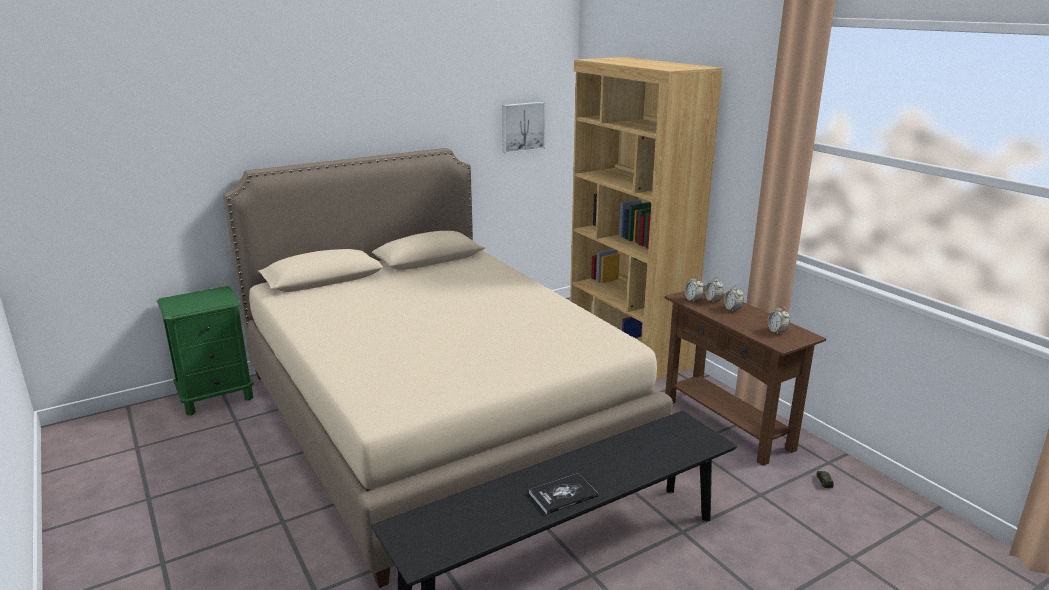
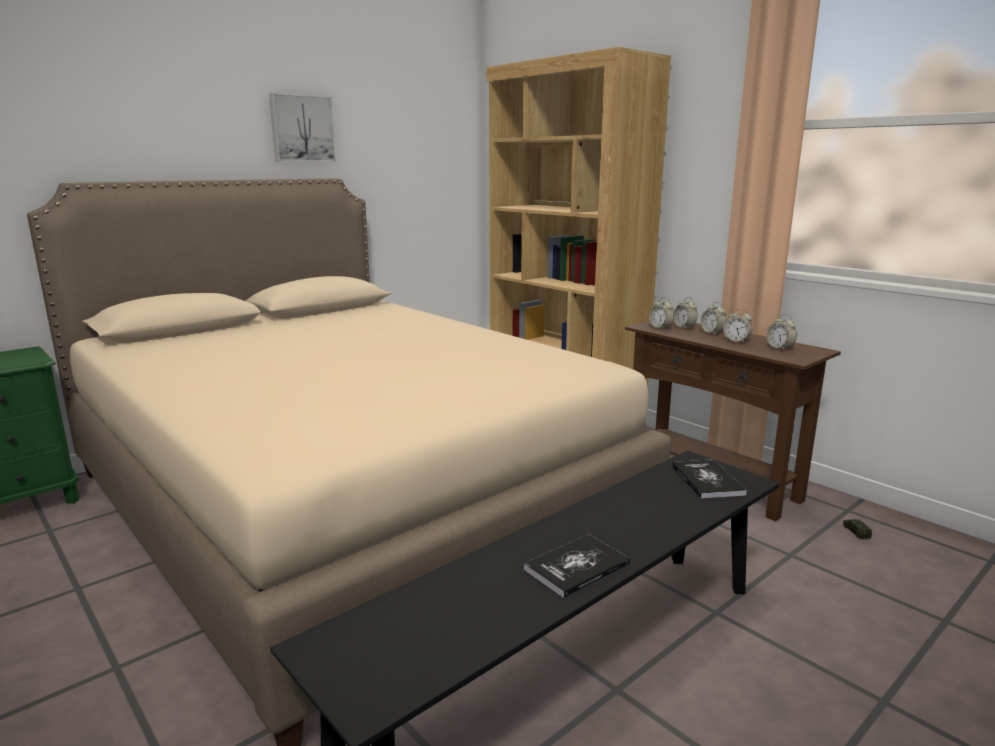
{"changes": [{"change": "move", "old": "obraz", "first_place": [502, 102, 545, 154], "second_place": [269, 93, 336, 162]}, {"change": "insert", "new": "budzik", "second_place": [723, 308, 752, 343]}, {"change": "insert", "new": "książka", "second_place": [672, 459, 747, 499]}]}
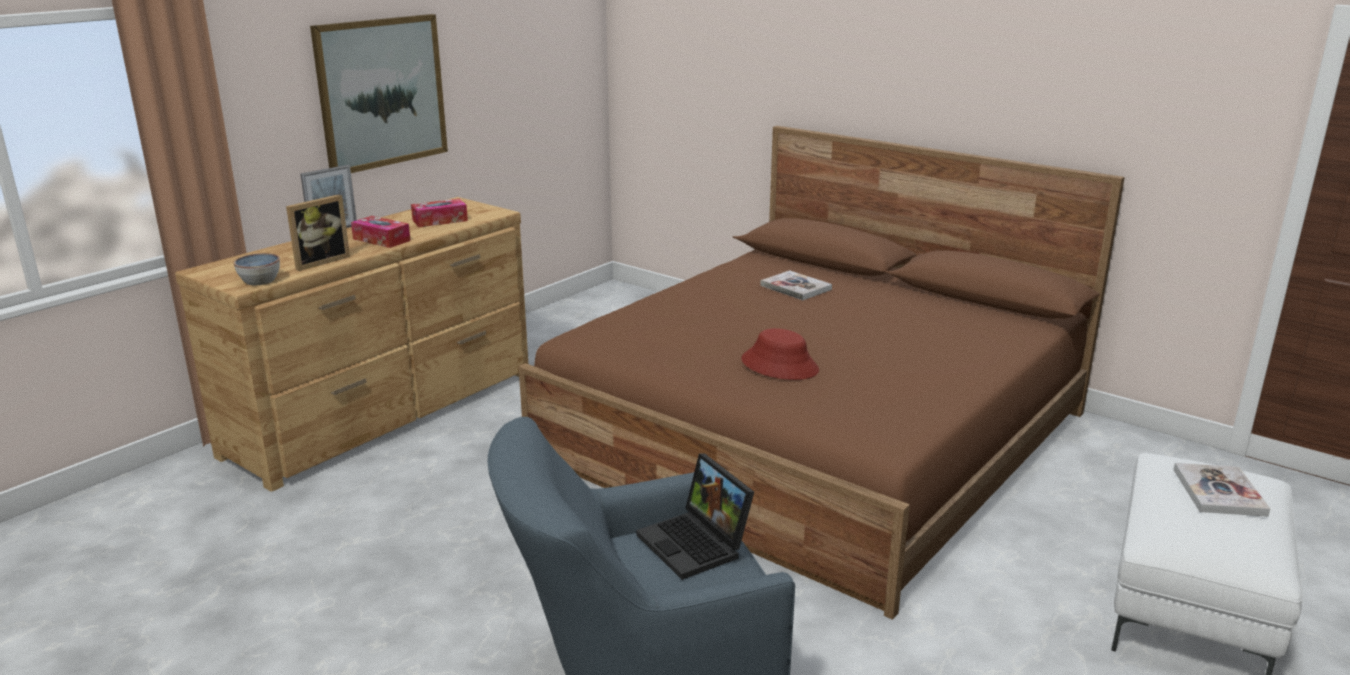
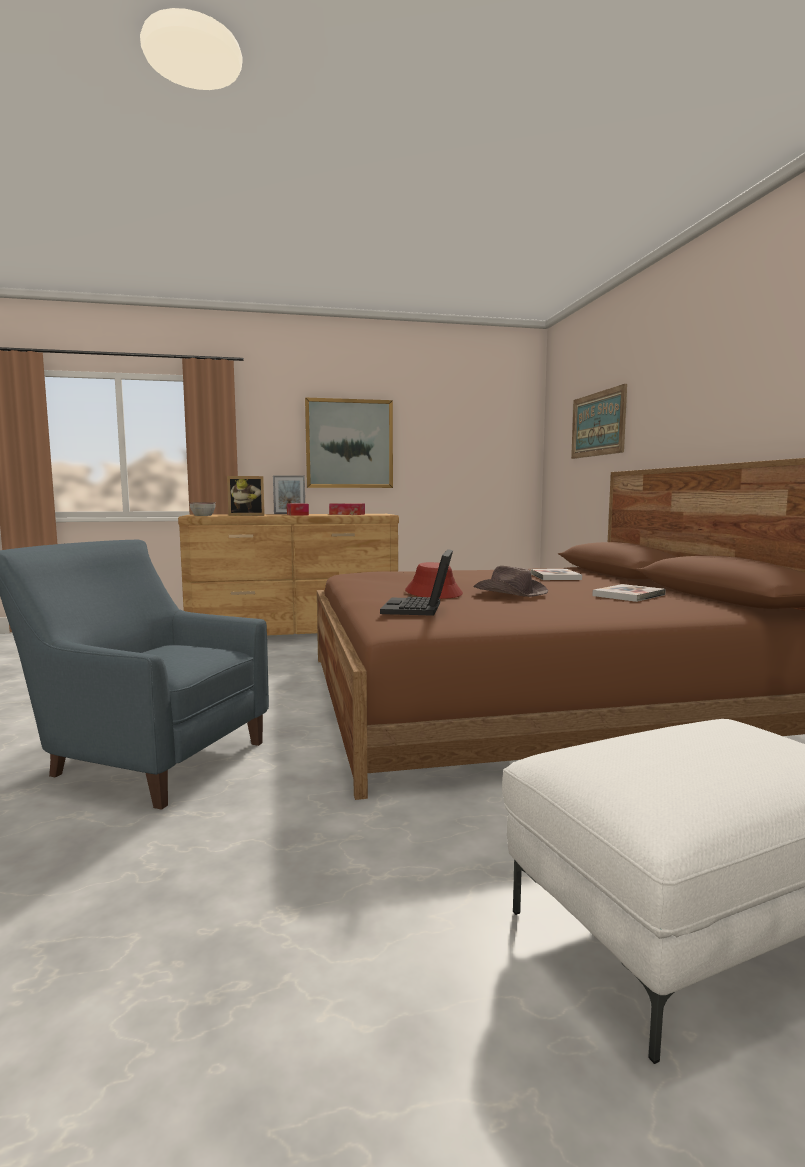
{"changes": [{"change": "move", "old": "laptop", "first_place": [636, 453, 754, 580], "second_place": [380, 549, 453, 616]}, {"change": "move", "old": "książka", "first_place": [1173, 463, 1270, 517], "second_place": [593, 584, 666, 602]}, {"change": "insert", "new": "obraz", "second_place": [571, 384, 627, 459]}, {"change": "insert", "new": "kapelusz/brązowy", "second_place": [473, 566, 548, 597]}]}
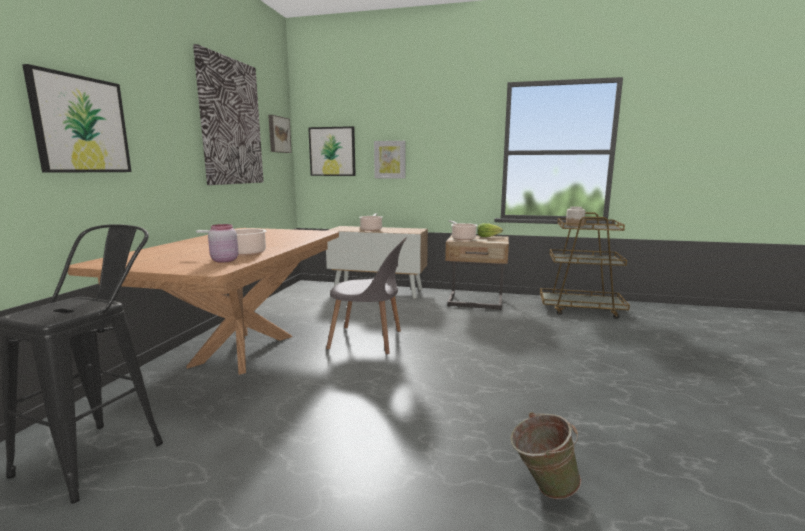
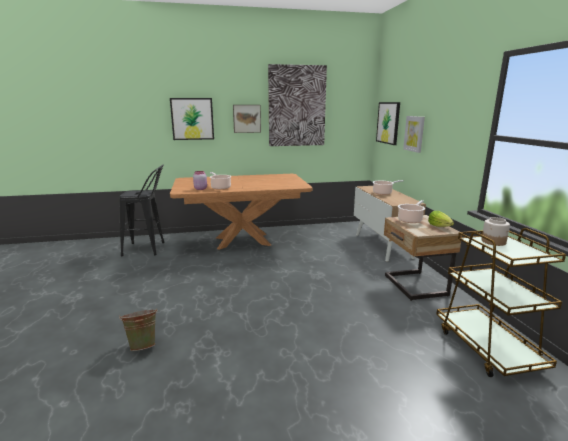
{"changes": [{"change": "move", "old": "obraz", "first_place": [268, 115, 292, 153], "second_place": [233, 105, 261, 133]}, {"change": "delete", "old": "krzesło/szary", "first_place": [326, 237, 406, 355]}]}
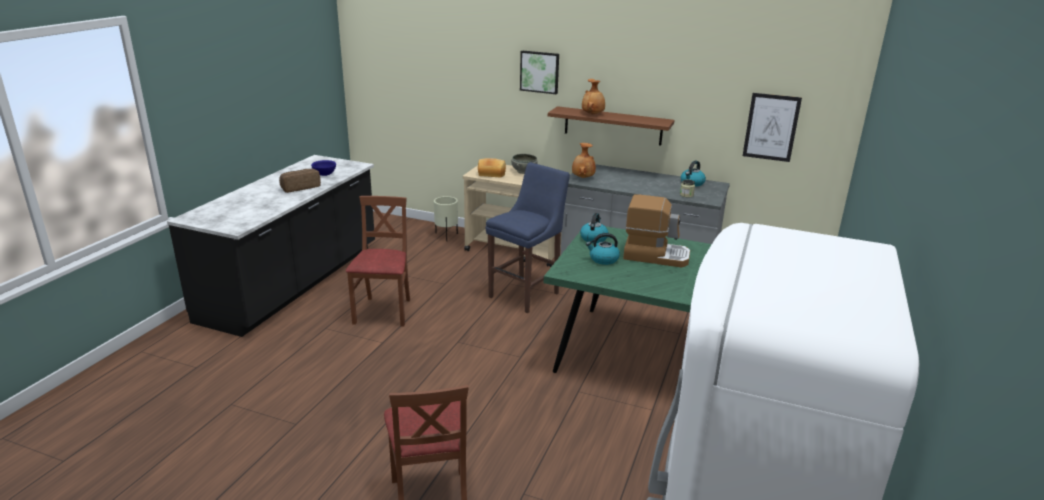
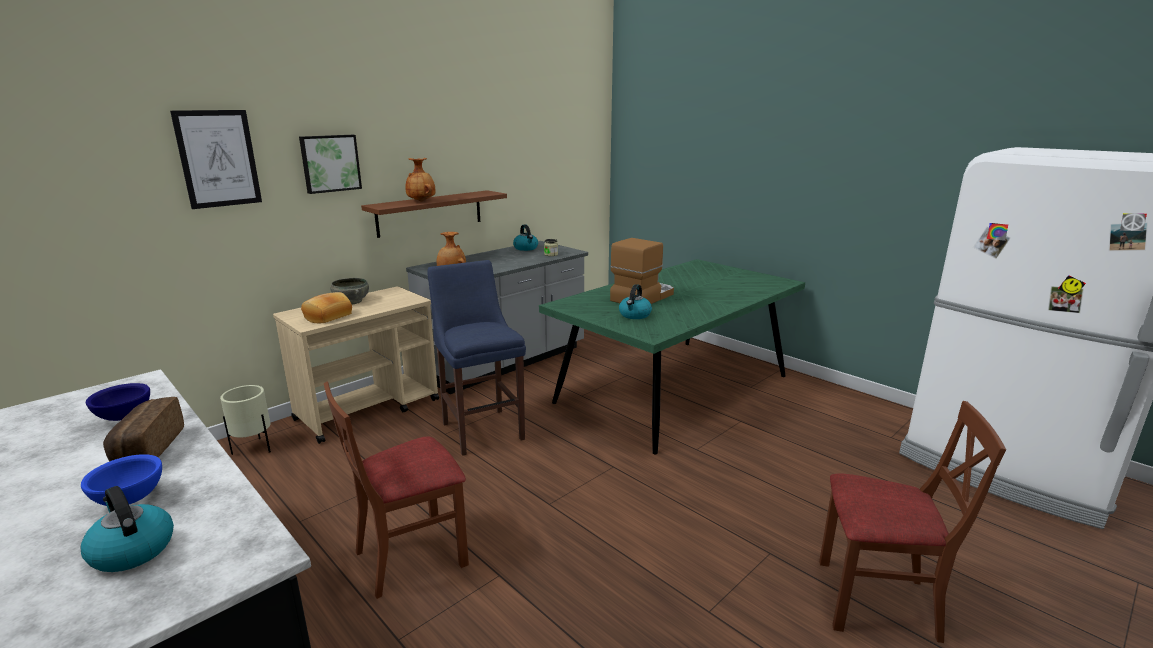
{"changes": [{"change": "move", "old": "obraz", "first_place": [743, 93, 802, 162], "second_place": [170, 110, 262, 209]}, {"change": "rotate", "old": "krzesło/brązowy", "first_place": [346, 196, 410, 327], "second_place": [324, 382, 469, 599], "degrees": -60}, {"change": "move", "old": "czajnik", "first_place": [580, 213, 608, 243], "second_place": [81, 486, 174, 572]}, {"change": "insert", "new": "miska/niebieski", "second_place": [81, 454, 162, 506]}]}
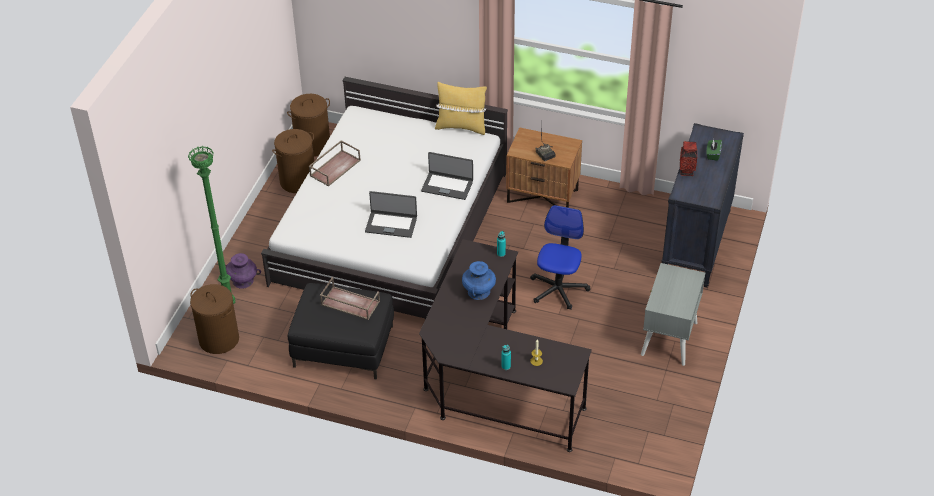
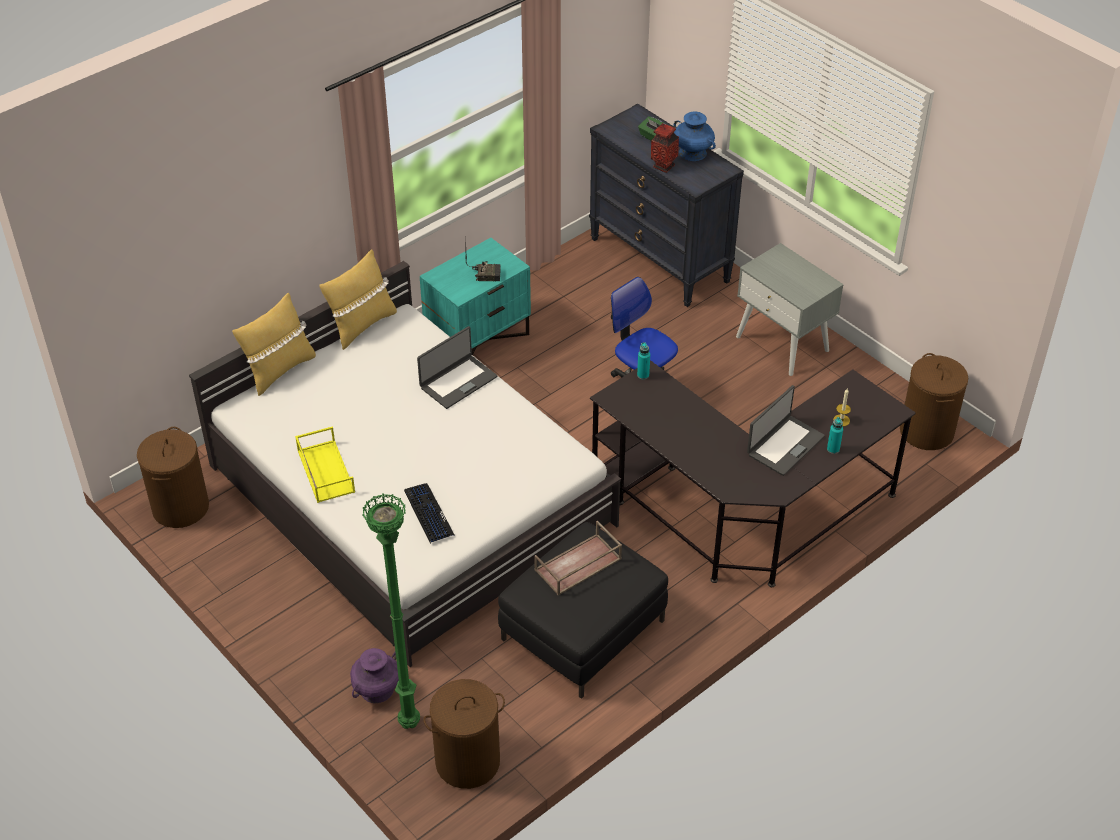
{"changes": [{"change": "recolor", "old": "szafka nocna/brązowy", "new": "szafka nocna/turkusowy", "first_place": [506, 127, 582, 208], "second_place": [420, 238, 531, 355]}, {"change": "move", "old": "kosz na pranie/brązowy", "first_place": [272, 129, 314, 193], "second_place": [900, 353, 968, 450]}, {"change": "recolor", "old": "taca/brązowy", "new": "taca/żółty", "first_place": [309, 140, 361, 187], "second_place": [295, 426, 355, 503]}, {"change": "move", "old": "laptop", "first_place": [365, 191, 417, 238], "second_place": [747, 385, 825, 476]}, {"change": "move", "old": "wazon/niebieski", "first_place": [462, 261, 496, 300], "second_place": [673, 111, 716, 161]}, {"change": "insert", "new": "poduszka/żółty", "second_place": [232, 293, 316, 396]}, {"change": "insert", "new": "klawiatura", "second_place": [404, 483, 454, 543]}]}
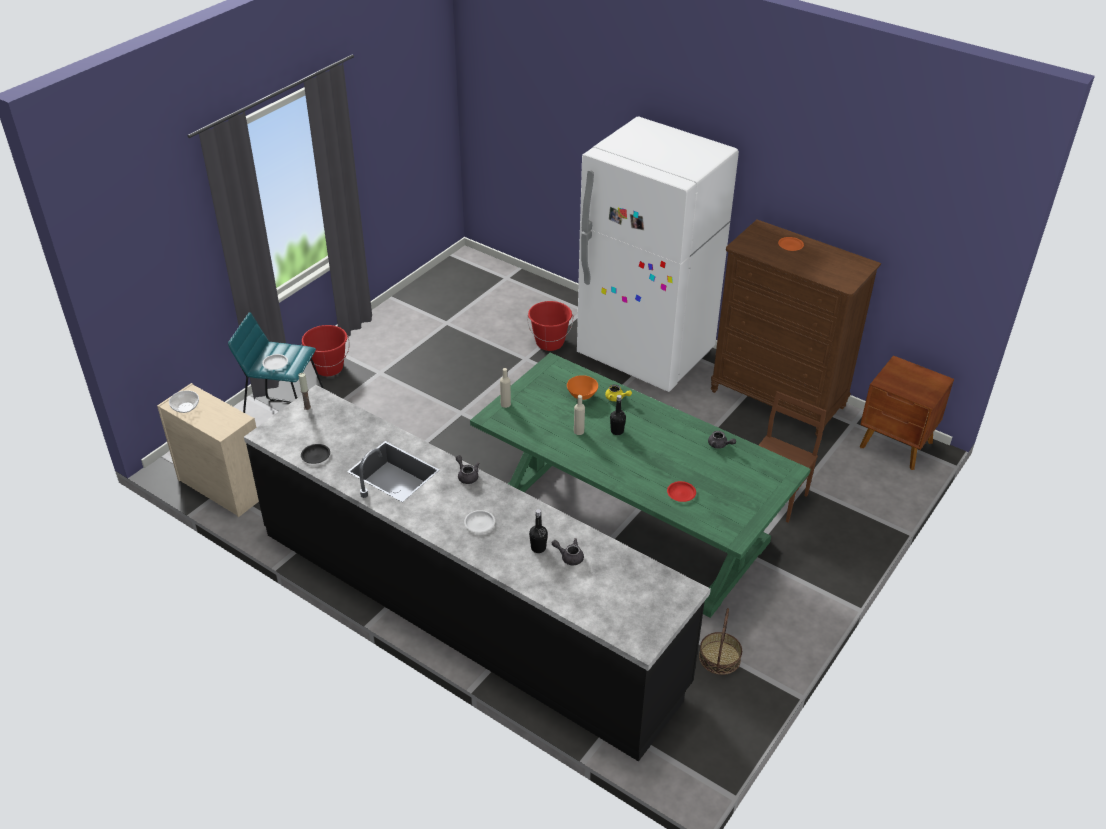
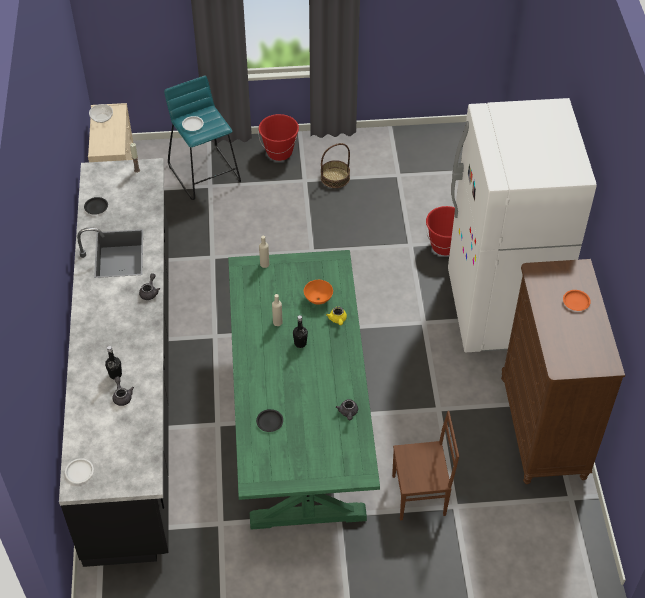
{"changes": [{"change": "delete", "old": "szafka nocna/brązowy", "first_place": [860, 355, 954, 470]}, {"change": "recolor", "old": "talerz/czerwony", "new": "talerz/czarny", "first_place": [667, 481, 696, 502], "second_place": [256, 409, 283, 432]}, {"change": "move", "old": "talerz/biały", "first_place": [464, 510, 495, 533], "second_place": [65, 458, 94, 483]}, {"change": "move", "old": "koszyk", "first_place": [699, 608, 742, 675], "second_place": [321, 143, 350, 188]}]}
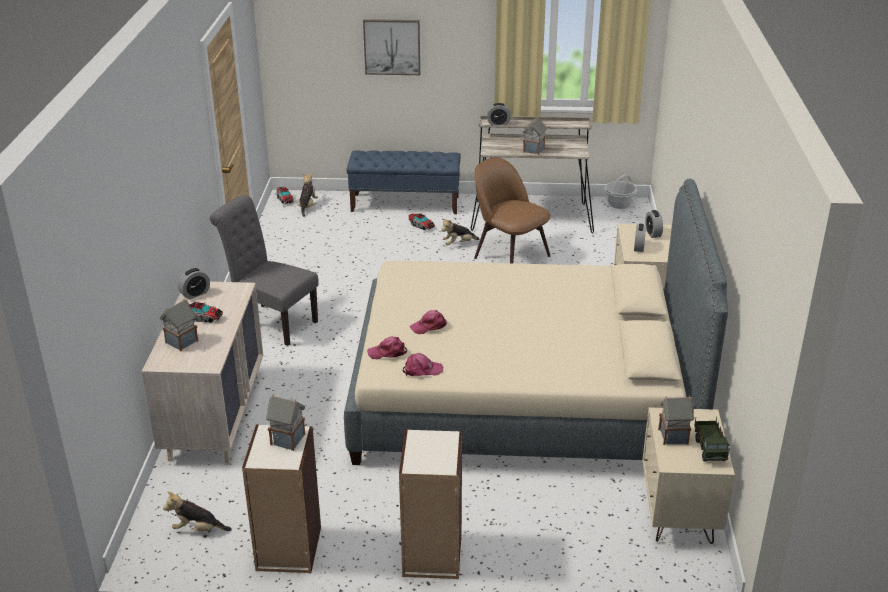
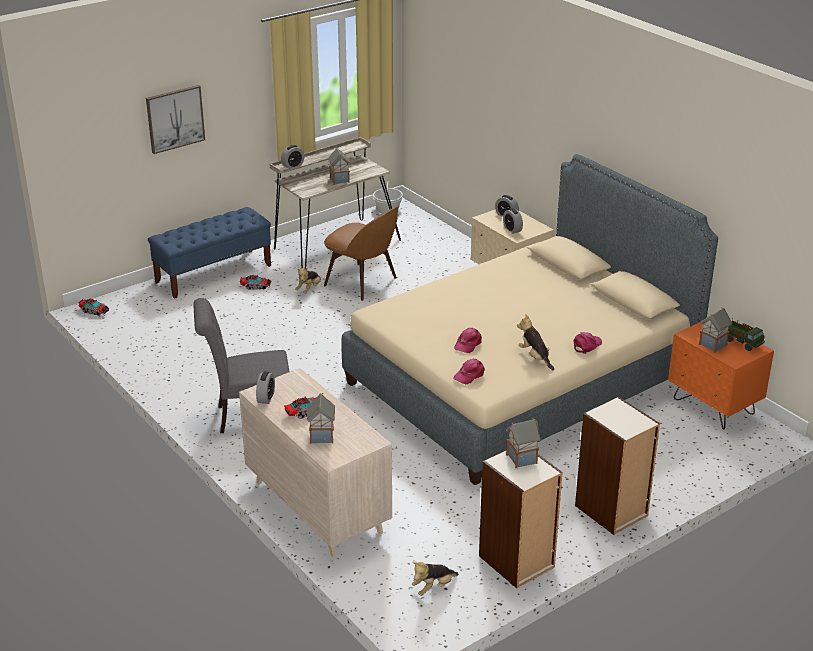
{"changes": [{"change": "rotate", "old": "krzesło/brązowy", "first_place": [474, 157, 551, 263], "second_place": [324, 206, 399, 301], "degrees": -150}, {"change": "move", "old": "pluszak", "first_place": [298, 173, 318, 217], "second_place": [517, 314, 555, 370]}, {"change": "move", "old": "czapka z daszkiem/różowy", "first_place": [403, 353, 443, 377], "second_place": [574, 332, 602, 354]}, {"change": "recolor", "old": "szafka nocna/beżowy", "new": "szafka nocna/pomarańczowy", "first_place": [642, 407, 735, 544], "second_place": [668, 322, 774, 430]}]}
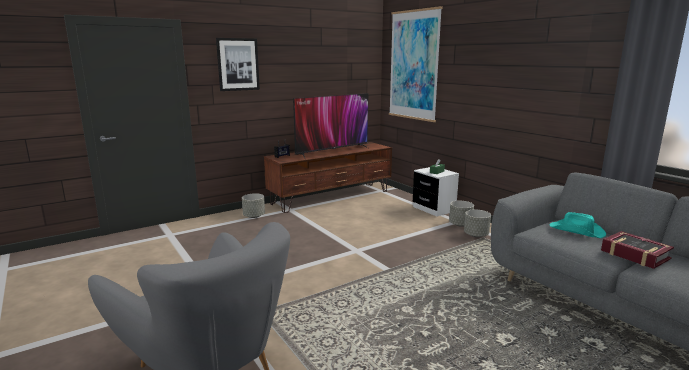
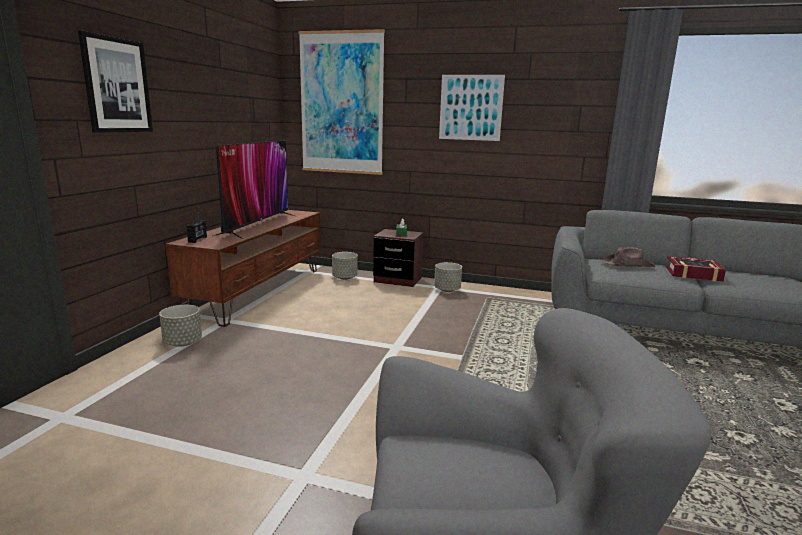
{"changes": [{"change": "recolor", "old": "szafka nocna/biały", "new": "szafka nocna/brązowy", "first_place": [413, 167, 459, 216], "second_place": [373, 229, 423, 287]}, {"change": "move", "old": "donica/szary", "first_place": [464, 209, 491, 237], "second_place": [332, 252, 358, 280]}, {"change": "recolor", "old": "kapelusz/turkusowy", "new": "kapelusz/brązowy", "first_place": [549, 212, 606, 238], "second_place": [601, 247, 656, 267]}, {"change": "insert", "new": "obraz", "second_place": [439, 75, 505, 141]}]}
